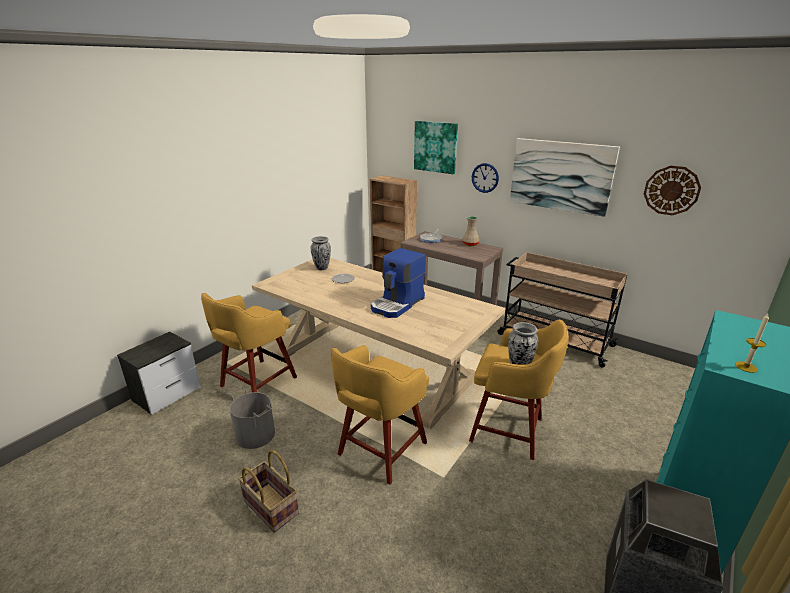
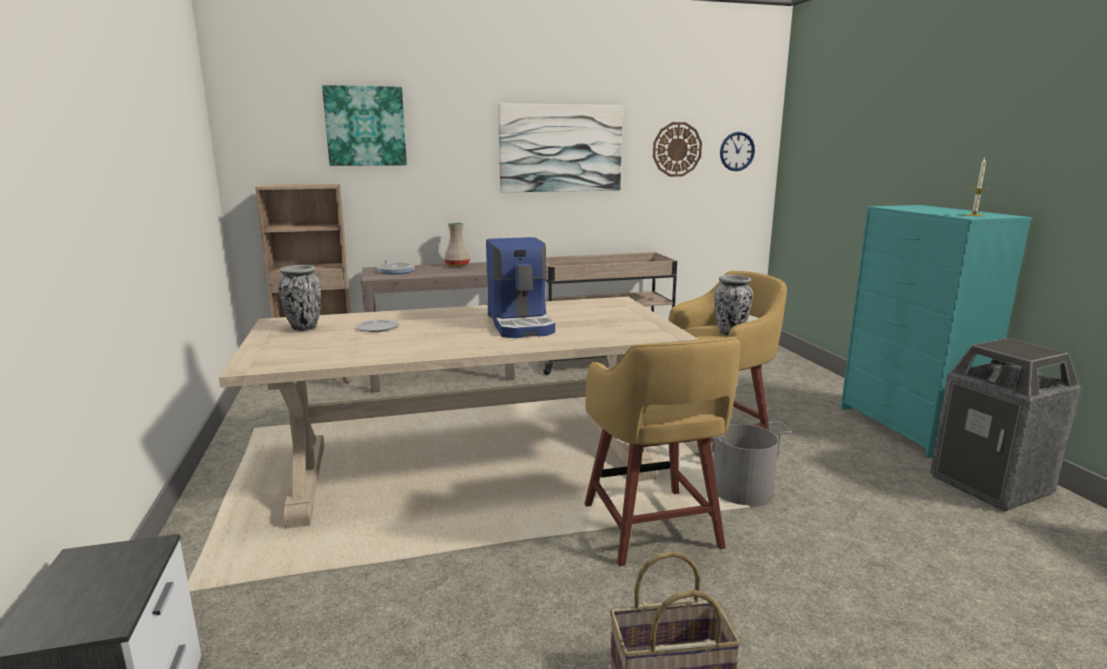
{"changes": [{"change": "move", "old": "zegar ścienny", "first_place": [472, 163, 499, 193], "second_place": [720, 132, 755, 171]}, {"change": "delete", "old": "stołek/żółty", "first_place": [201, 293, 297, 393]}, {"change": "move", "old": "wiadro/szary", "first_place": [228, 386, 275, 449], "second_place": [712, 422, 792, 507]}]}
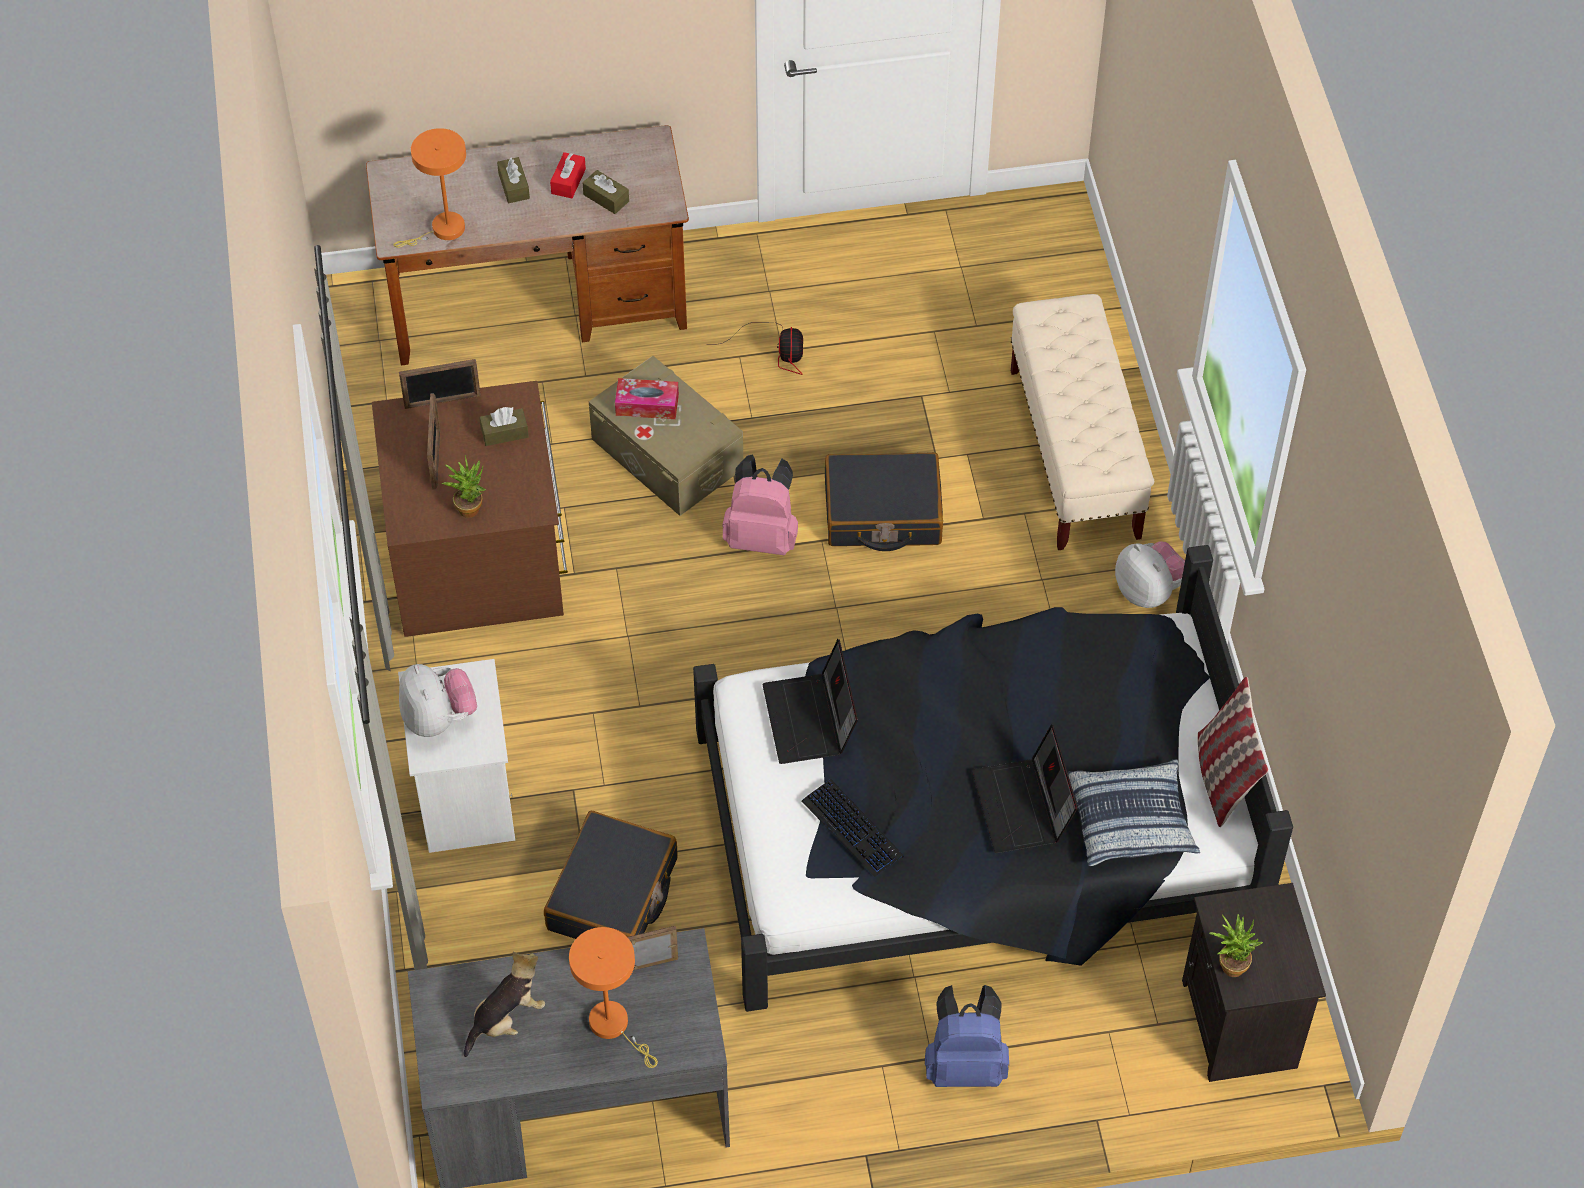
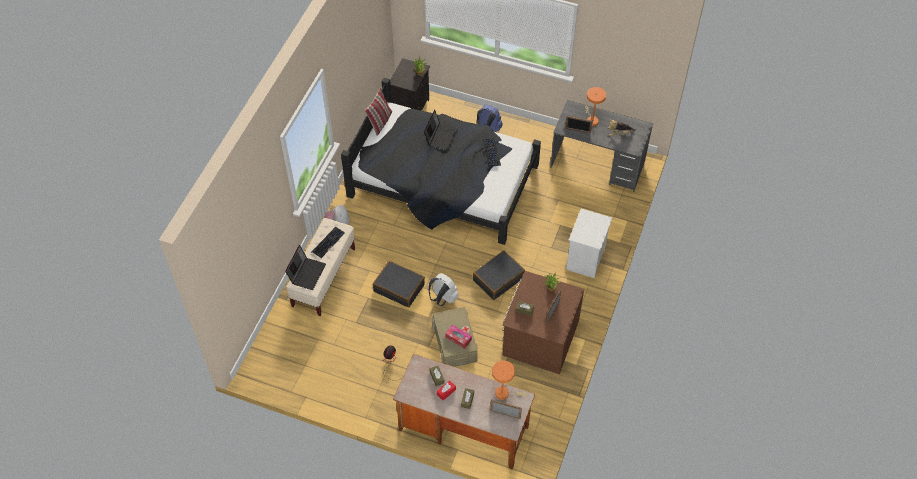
{"changes": [{"change": "move", "old": "ramka na zdjęcie", "first_place": [399, 359, 481, 409], "second_place": [490, 399, 522, 419]}, {"change": "recolor", "old": "plecak/różowy", "new": "plecak/biały", "first_place": [722, 454, 798, 555], "second_place": [429, 273, 459, 306]}, {"change": "move", "old": "laptop", "first_place": [762, 639, 858, 764], "second_place": [285, 245, 326, 290]}, {"change": "delete", "old": "pluszak", "first_place": [399, 664, 477, 737]}, {"change": "delete", "old": "poduszka", "first_place": [1068, 759, 1200, 866]}, {"change": "move", "old": "walizka/czarny", "first_place": [544, 811, 678, 939], "second_place": [473, 250, 525, 300]}, {"change": "insert", "new": "klawiatura", "second_place": [311, 227, 345, 258]}]}
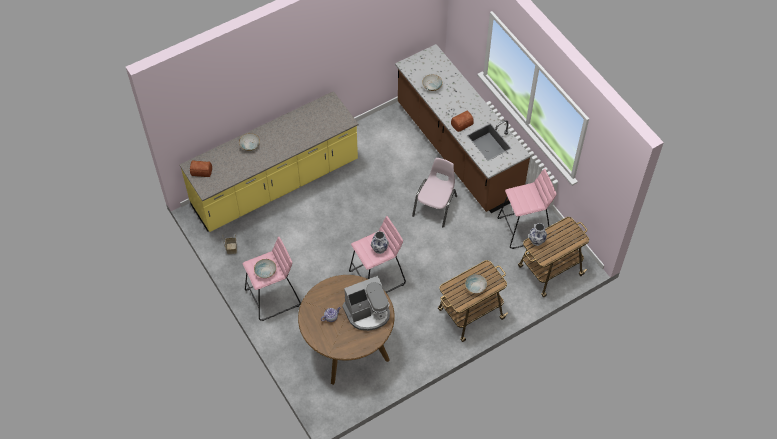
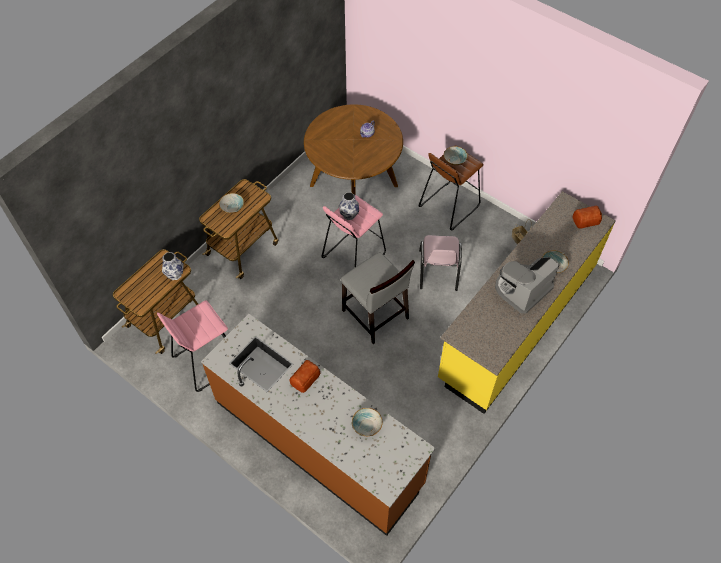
{"changes": [{"change": "move", "old": "krzesło/różowy", "first_place": [412, 158, 457, 227], "second_place": [419, 235, 462, 291]}, {"change": "recolor", "old": "stołek/różowy", "new": "stołek/brązowy", "first_place": [243, 237, 301, 321], "second_place": [419, 145, 484, 230]}, {"change": "move", "old": "ekspres do kawy", "first_place": [343, 276, 390, 331], "second_place": [495, 257, 559, 314]}, {"change": "insert", "new": "krzesło/szary", "second_place": [341, 252, 415, 344]}]}
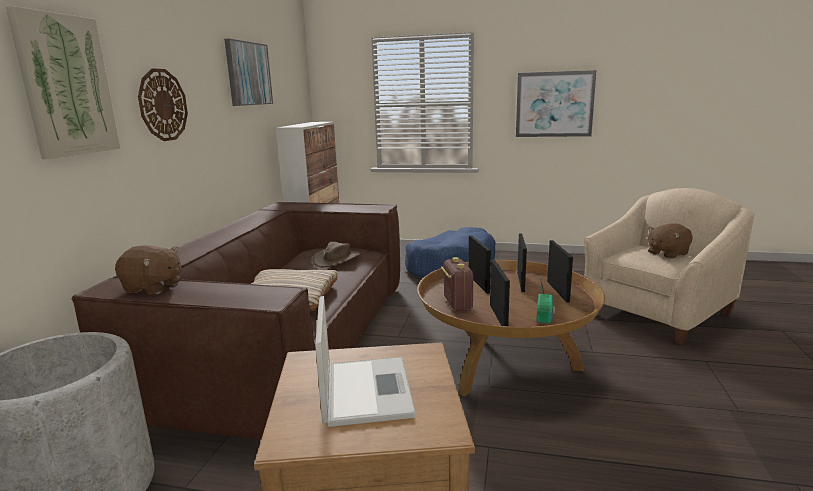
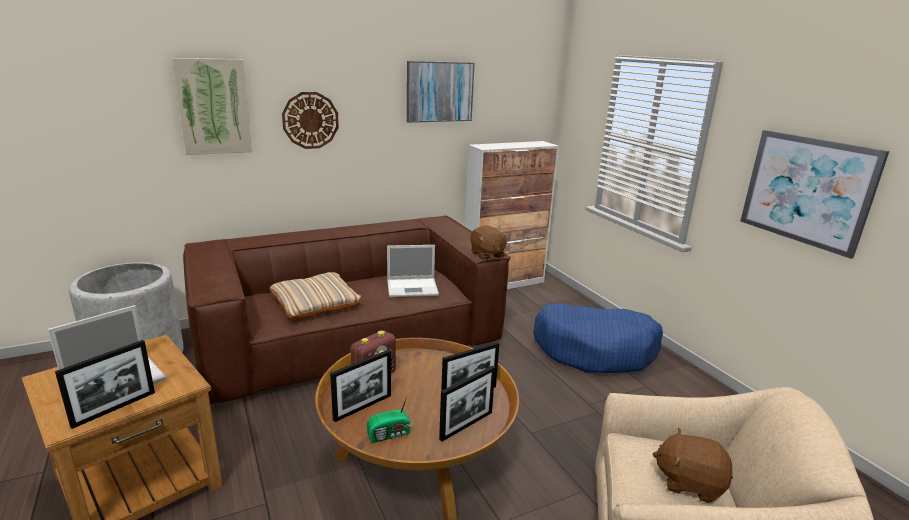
{"changes": [{"change": "move", "old": "ramka na zdjęcie", "first_place": [469, 235, 491, 294], "second_place": [55, 340, 155, 429]}, {"change": "replace", "old": "kapelusz/brązowy", "new": "laptop", "first_place": [312, 242, 362, 267], "second_place": [387, 245, 439, 297]}, {"change": "move", "old": "pluszak/brązowy", "first_place": [115, 245, 181, 294], "second_place": [470, 225, 508, 260]}]}
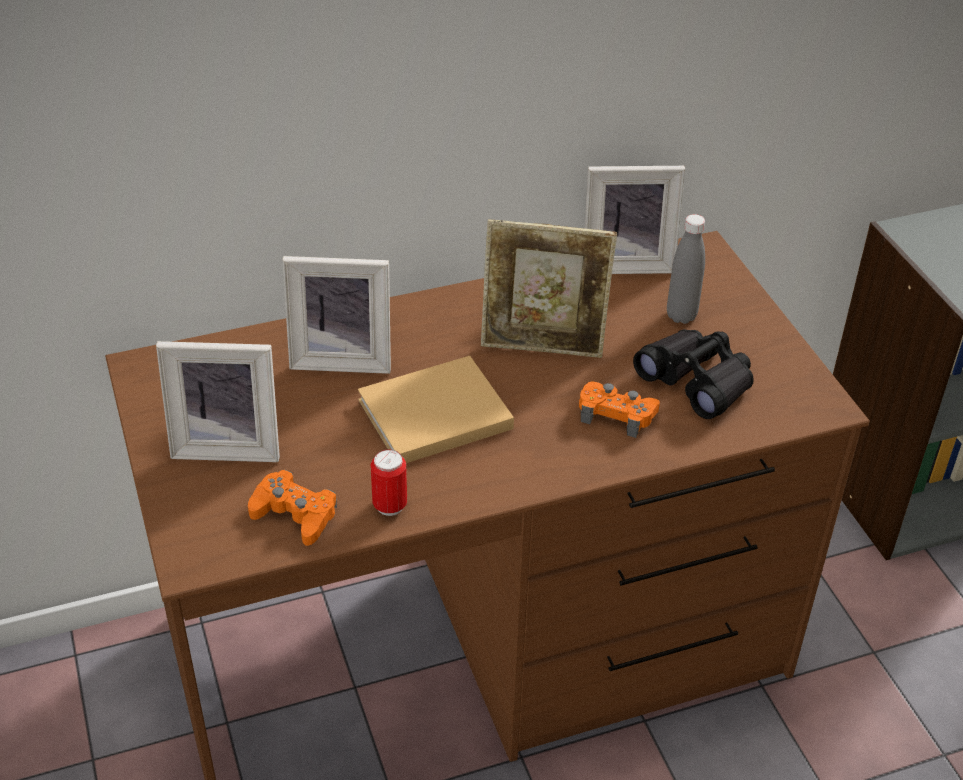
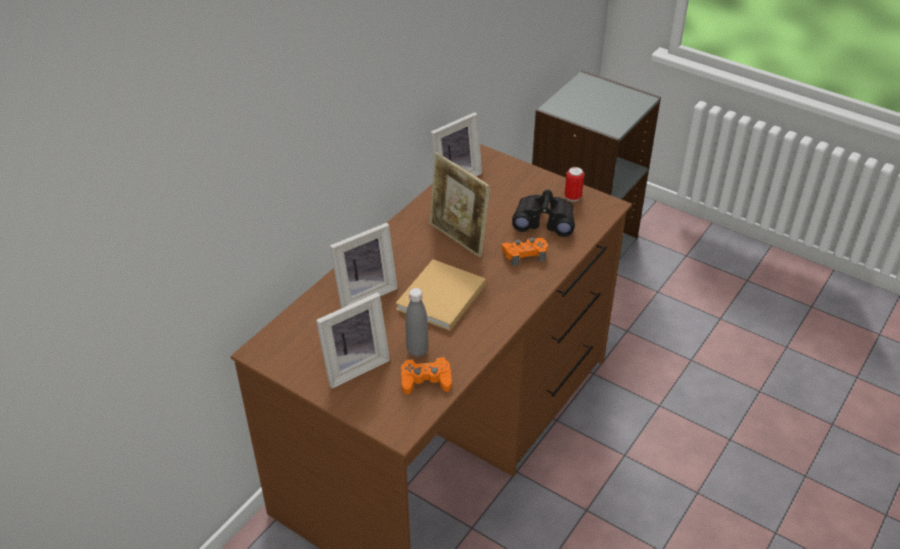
{"changes": [{"change": "move", "old": "butelka/szary", "first_place": [667, 214, 705, 324], "second_place": [406, 288, 428, 357]}, {"change": "rotate", "old": "ramka na zdjęcie", "first_place": [481, 219, 617, 358], "second_place": [430, 152, 490, 258], "degrees": 75}, {"change": "move", "old": "puszka", "first_place": [371, 449, 407, 516], "second_place": [565, 167, 584, 202]}]}
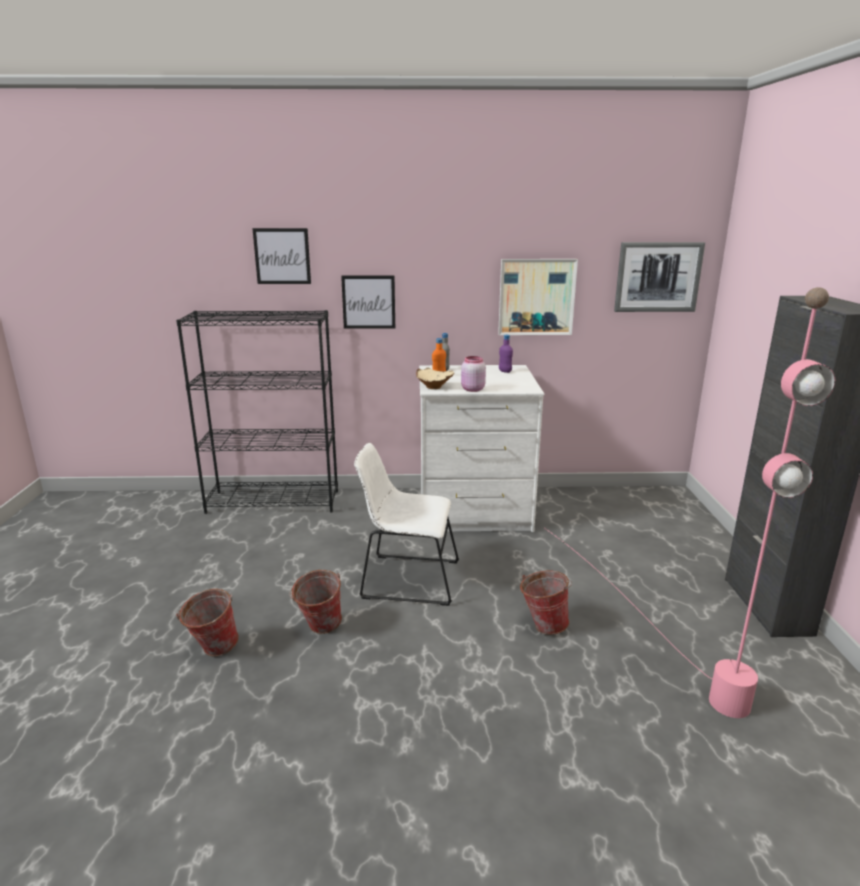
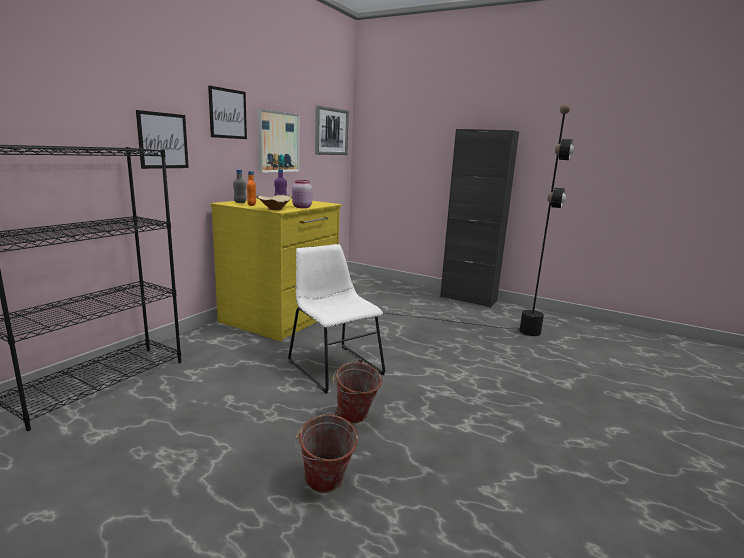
{"changes": [{"change": "move", "old": "obraz", "first_place": [252, 228, 311, 284], "second_place": [208, 85, 247, 139]}, {"change": "recolor", "old": "lampa stojąca/różowy", "new": "lampa stojąca/czarny", "first_place": [545, 287, 835, 718], "second_place": [384, 104, 574, 336]}, {"change": "recolor", "old": "komoda/biały", "new": "komoda/żółty", "first_place": [419, 365, 544, 532], "second_place": [210, 198, 342, 342]}, {"change": "rotate", "old": "krzesło/biały", "first_place": [354, 443, 459, 606], "second_place": [288, 244, 386, 393], "degrees": 105}, {"change": "delete", "old": "wiadro", "first_place": [520, 571, 572, 635]}]}
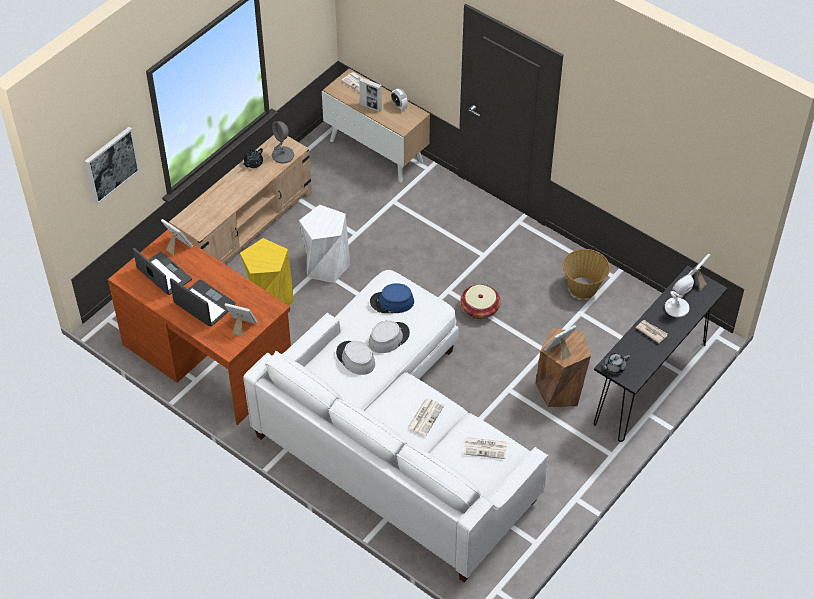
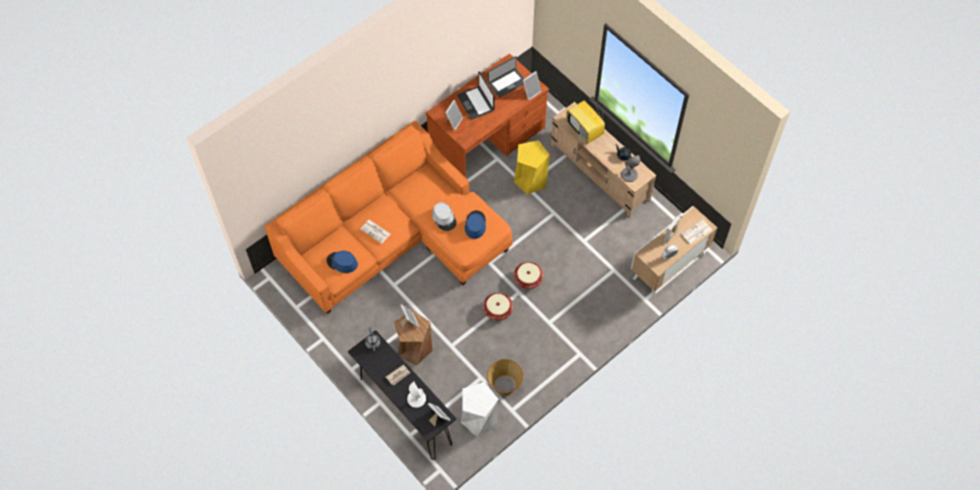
{"changes": [{"change": "delete", "old": "obraz", "first_place": [85, 127, 140, 205]}, {"change": "move", "old": "stołek/biały", "first_place": [299, 205, 350, 283], "second_place": [461, 382, 498, 437]}, {"change": "recolor", "old": "kanapa/biały", "new": "kanapa/pomarańczowy", "first_place": [243, 270, 548, 582], "second_place": [264, 120, 513, 314]}, {"change": "rotate", "old": "laptop", "first_place": [170, 278, 236, 326], "second_place": [457, 71, 494, 119], "degrees": 105}, {"change": "delete", "old": "kapelusz/szary", "first_place": [336, 341, 375, 375]}, {"change": "replace", "old": "gazeta", "new": "kapelusz/niebieski", "first_place": [464, 437, 507, 459], "second_place": [327, 251, 358, 273]}, {"change": "insert", "new": "telewizor", "second_place": [566, 101, 605, 145]}, {"change": "insert", "new": "koszyk", "second_place": [514, 262, 543, 289]}]}
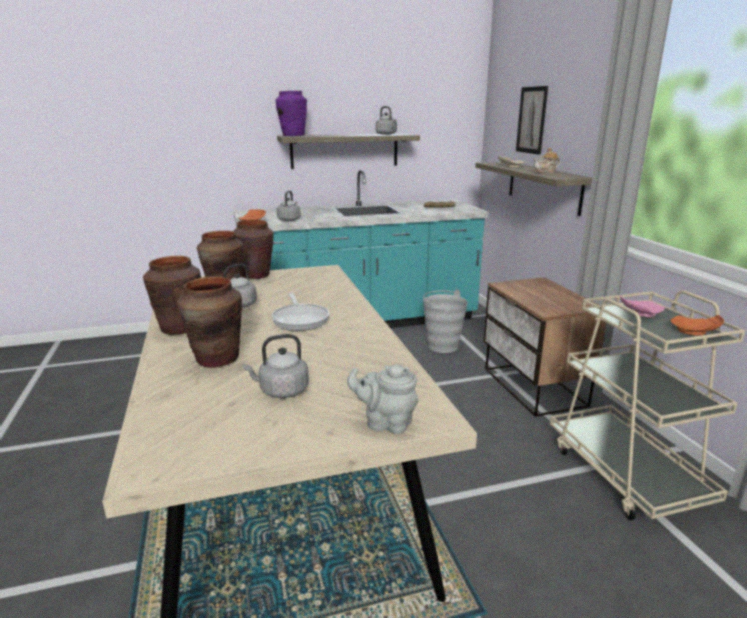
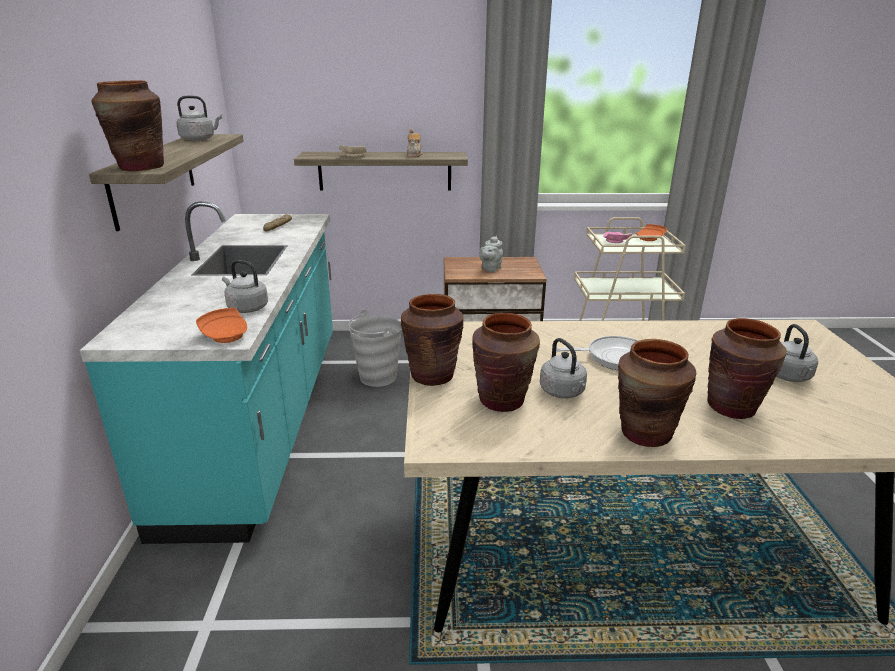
{"changes": [{"change": "delete", "old": "obraz", "first_place": [516, 86, 548, 155]}, {"change": "recolor", "old": "wazon/fioletowy", "new": "wazon/brązowy", "first_place": [275, 91, 307, 136], "second_place": [91, 80, 164, 171]}, {"change": "move", "old": "imbryk/szary", "first_place": [347, 364, 419, 434], "second_place": [479, 236, 503, 272]}]}
